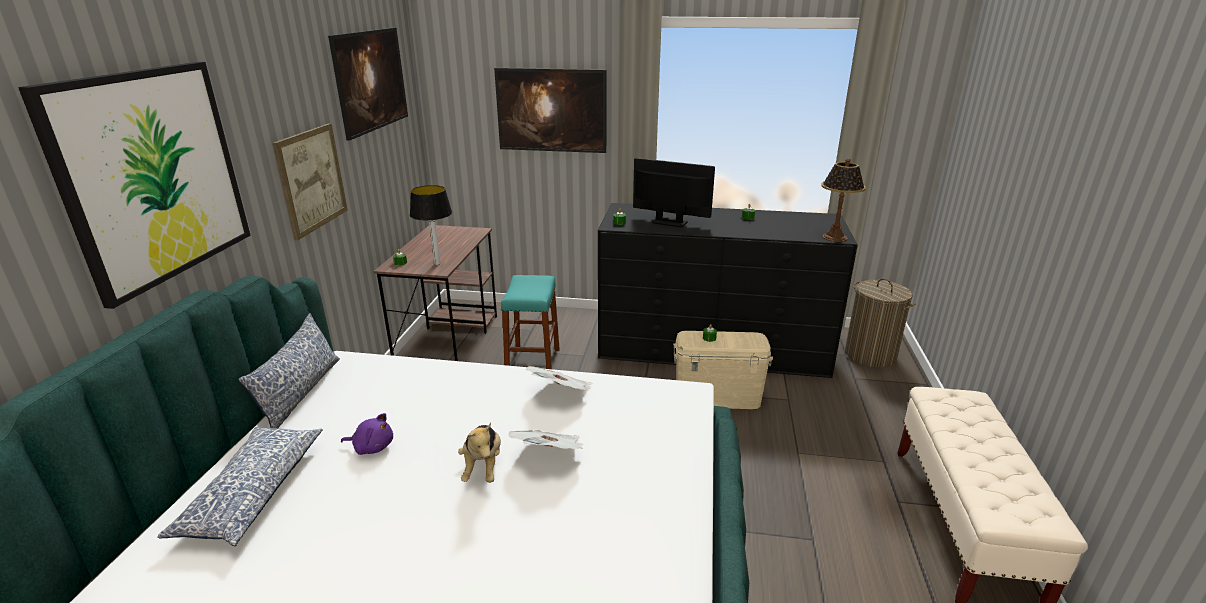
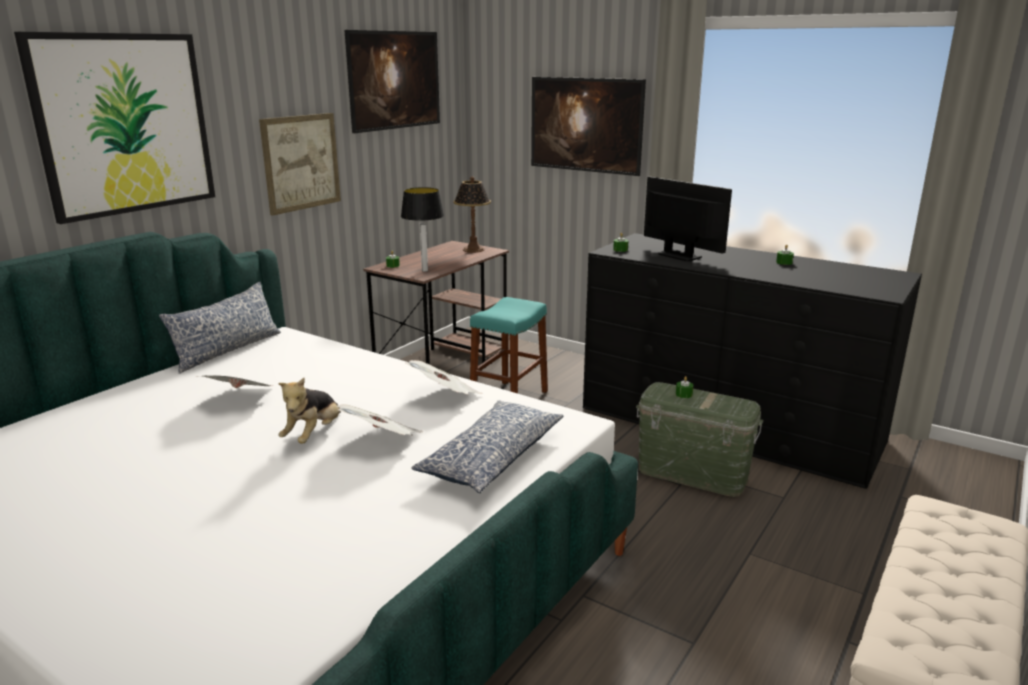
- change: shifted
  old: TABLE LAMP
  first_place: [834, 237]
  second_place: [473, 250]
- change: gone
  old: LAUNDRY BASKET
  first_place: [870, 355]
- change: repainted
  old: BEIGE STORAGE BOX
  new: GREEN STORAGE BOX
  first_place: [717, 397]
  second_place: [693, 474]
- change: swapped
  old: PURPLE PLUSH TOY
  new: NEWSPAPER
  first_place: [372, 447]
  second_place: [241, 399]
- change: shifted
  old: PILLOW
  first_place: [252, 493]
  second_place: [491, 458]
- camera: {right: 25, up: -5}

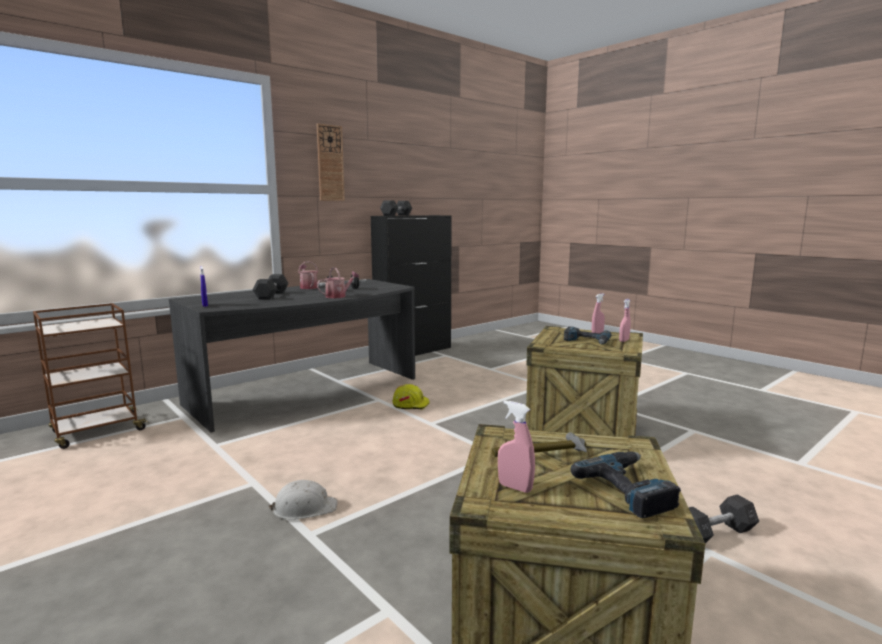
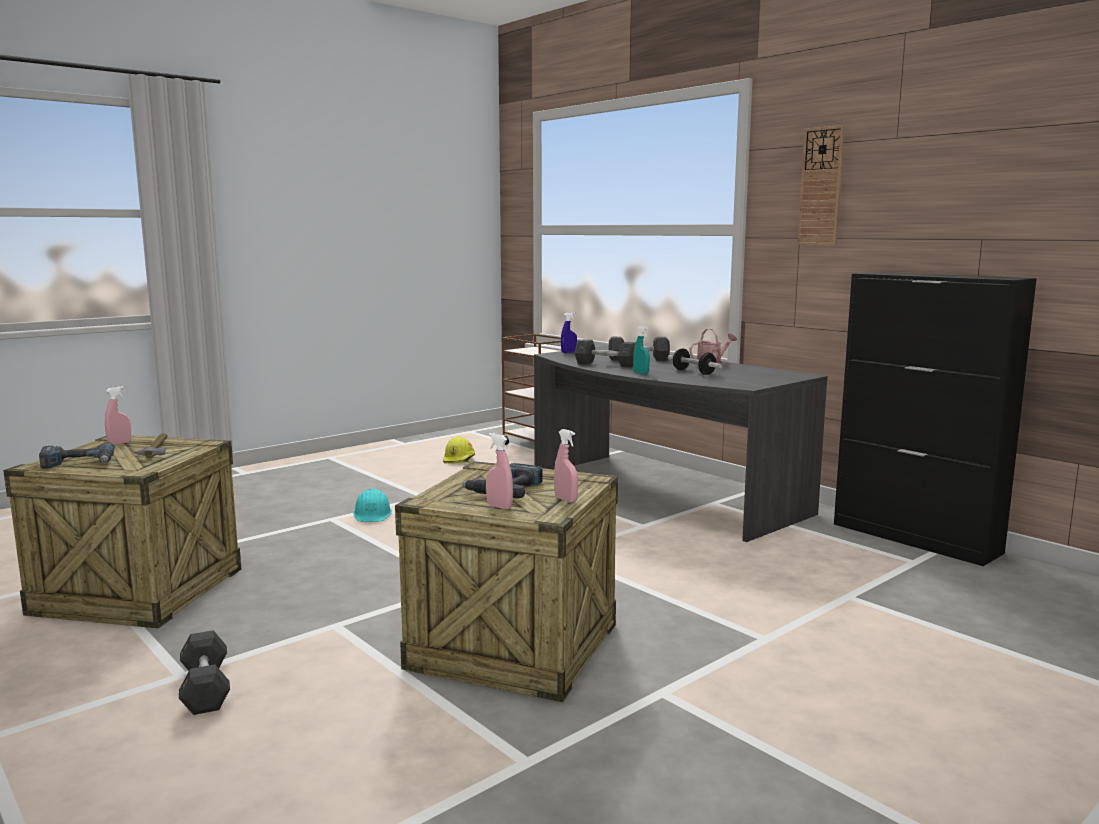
- change: shifted
  old: GREY DUMBBELL
  first_place: [396, 215]
  second_place: [606, 364]
- change: swapped
  old: WATERING CAN
  new: TURQUOISE SPRAY BOTTLE
  first_place: [338, 296]
  second_place: [641, 373]
- change: shifted
  old: YELLOW HARD HAT
  first_place: [411, 404]
  second_place: [459, 459]
- change: repainted
  old: WHITE HARD HAT
  new: TURQUOISE HARD HAT
  first_place: [304, 508]
  second_place: [372, 514]
- camera: {right: 90, up: 0}

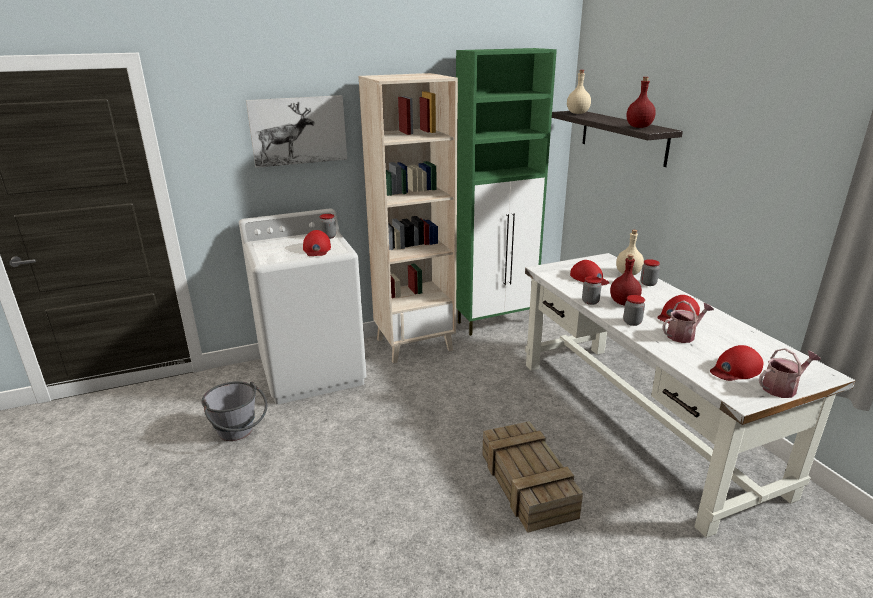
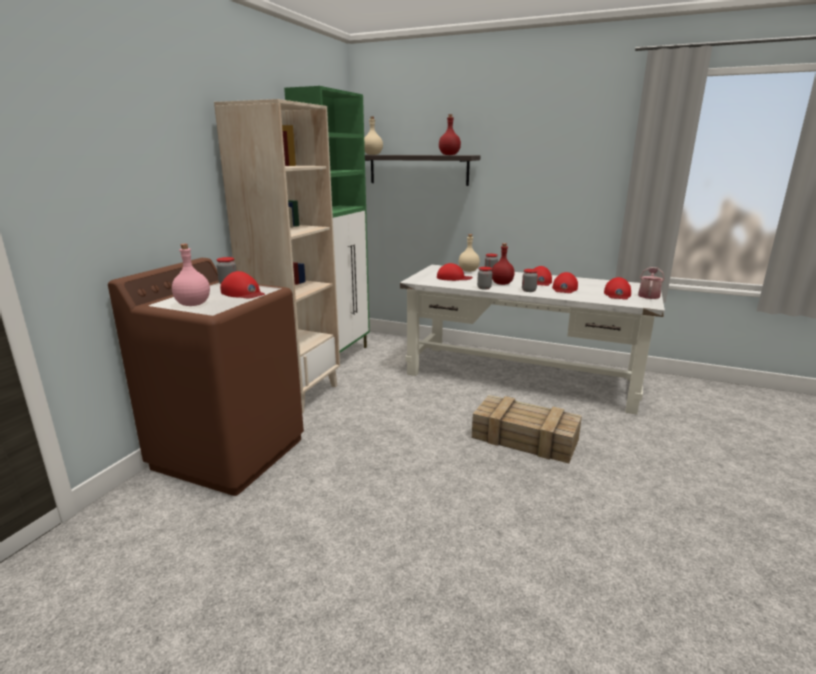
- change: gone
  old: PICTURE
  first_place: [298, 130]
- change: repainted
  old: WHITE WASHING MACHINE
  new: BROWN WASHING MACHINE
  first_place: [313, 371]
  second_place: [230, 452]
- change: swapped
  old: WATERING CAN
  new: RED CAP
  first_place: [683, 335]
  second_place: [564, 289]
- change: gone
  old: GREY BUCKET
  first_place: [239, 434]
- change: new
  new: PINK BOTTLE
  second_place: [193, 304]
- camera: {right: -45, up: -5}

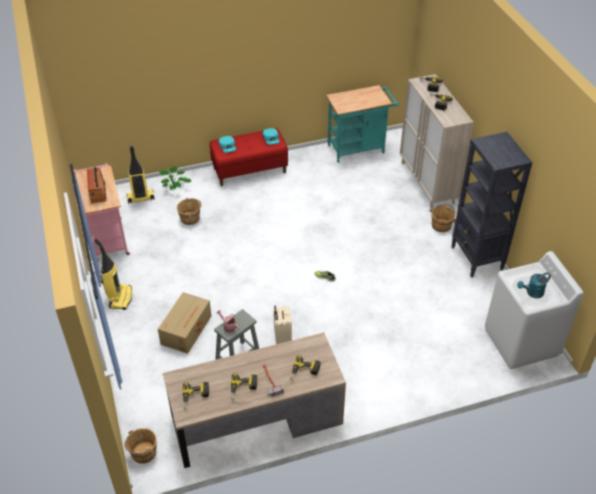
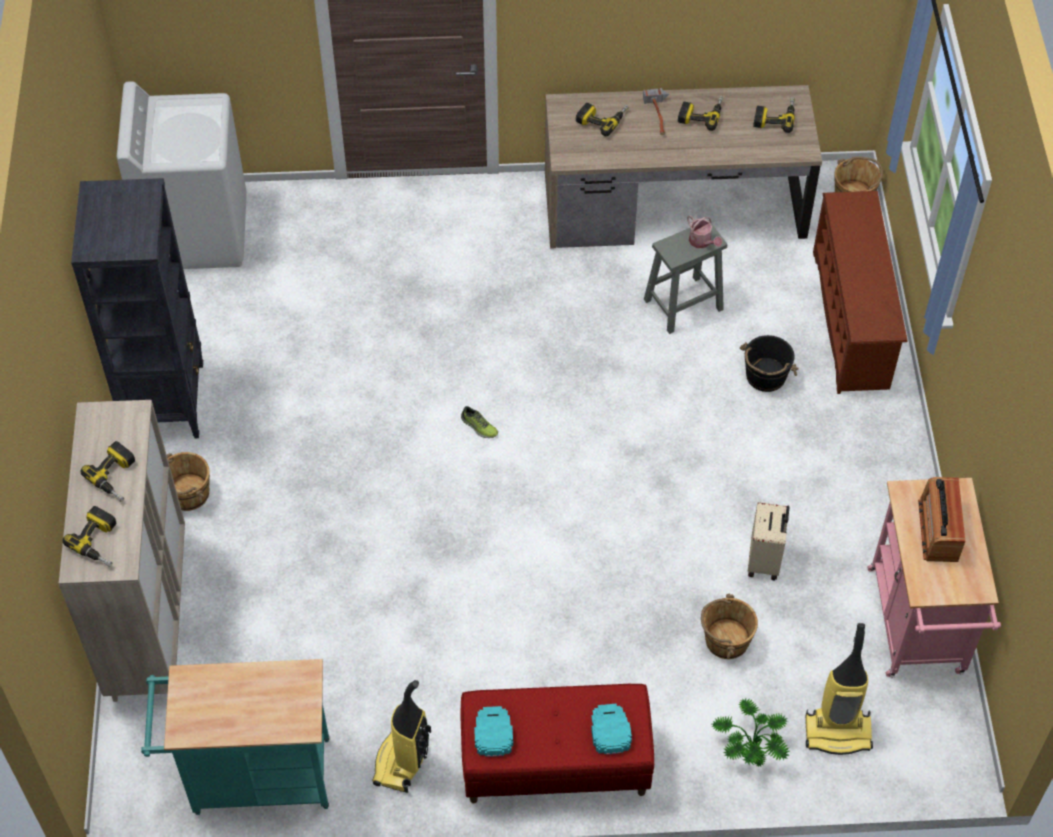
- change: shifted
  old: VACUUM CLEANER
  first_place: [120, 298]
  second_place: [402, 761]
- change: gone
  old: TURQUOISE WATERING CAN
  first_place: [532, 293]
- change: swapped
  old: CARDBOARD BOX
  new: BLACK BUCKET
  first_place: [187, 329]
  second_place: [765, 376]
- change: shifted
  old: BEIGE SUITCASE
  first_place: [282, 338]
  second_place: [765, 561]
- change: new
  new: BROWN SHOE RACK
  second_place: [852, 320]
- camera: {right: -165, up: 10}

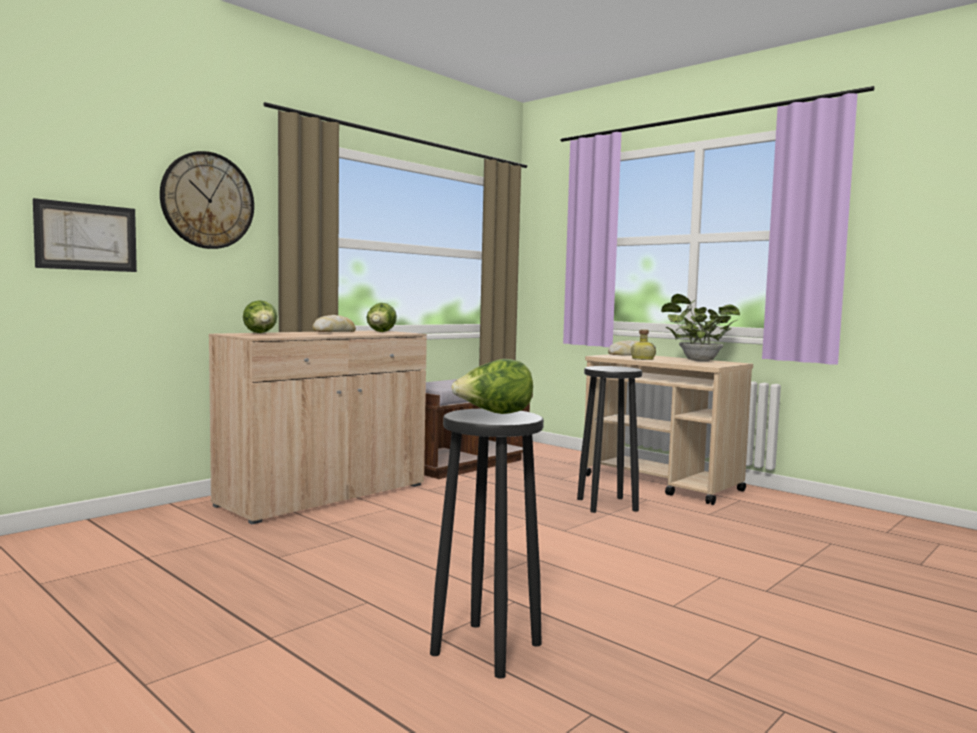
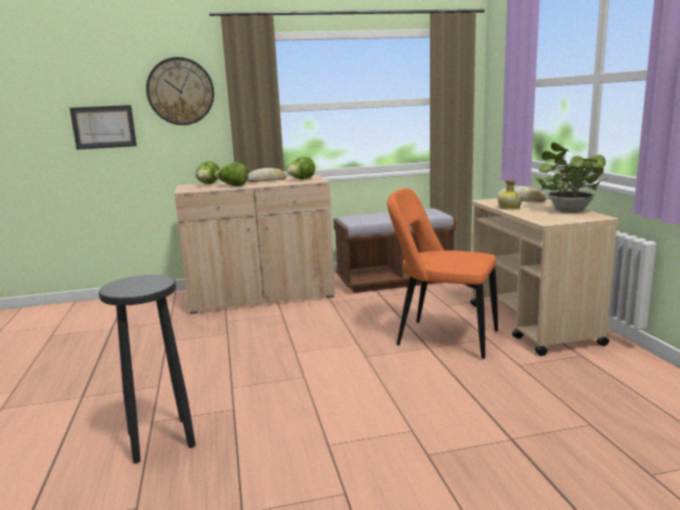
- change: shifted
  old: LETTUCE
  first_place: [494, 414]
  second_place: [233, 186]
- change: swapped
  old: BLACK STOOL
  new: ORANGE CHAIR
  first_place: [606, 504]
  second_place: [442, 338]
- camera: {right: 35, up: 10}

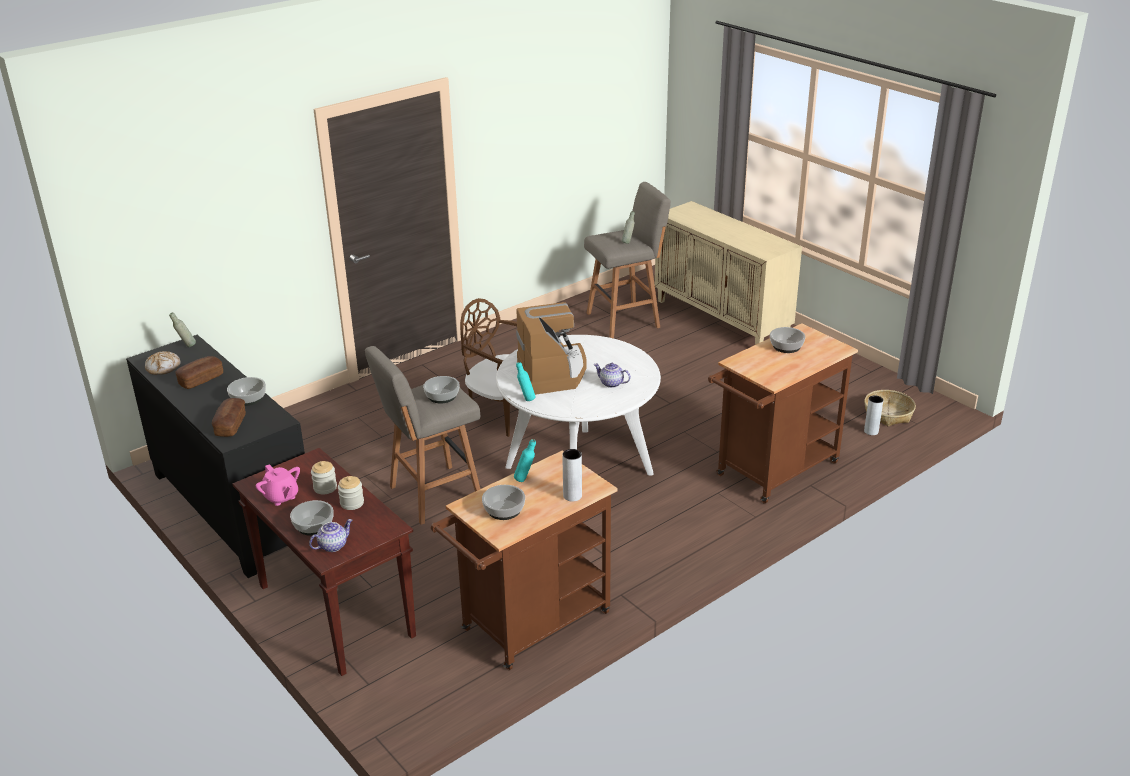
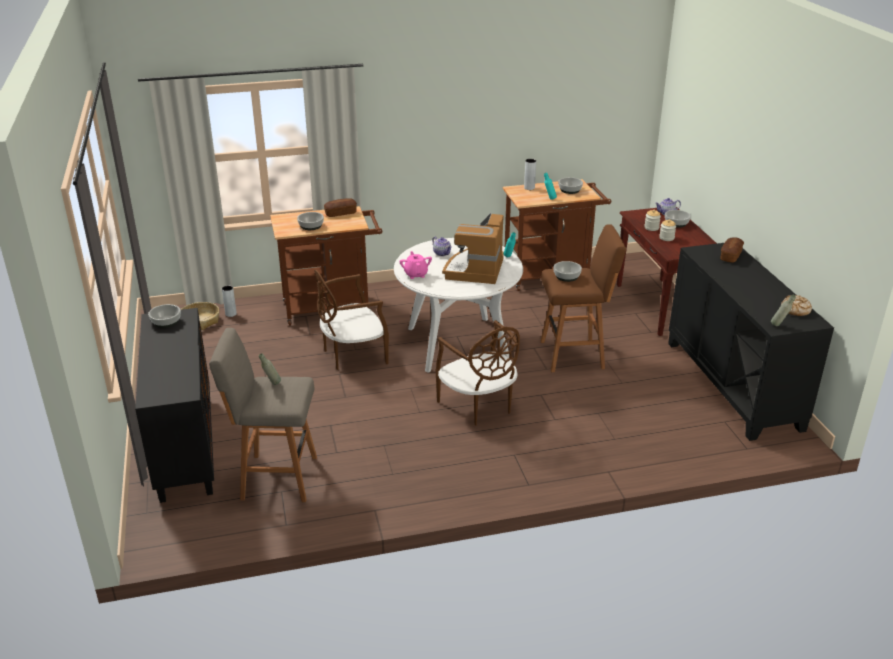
- change: repainted
  old: BEIGE CABINET
  new: BLACK CABINET
  first_place: [722, 319]
  second_place: [185, 446]
- change: repainted
  old: GREY STOOL
  new: BROWN STOOL
  first_place: [432, 495]
  second_place: [574, 354]
- change: shifted
  old: BREAD
  first_place: [201, 379]
  second_place: [340, 213]
- change: shifted
  old: BOWL
  first_place: [248, 398]
  second_place: [166, 322]
- change: shifted
  old: PINK TEAPOT
  first_place: [281, 497]
  second_place: [416, 274]
- change: new
  new: BROWN CHAIR
  second_place: [352, 354]
- camera: {right: -155, up: 0}

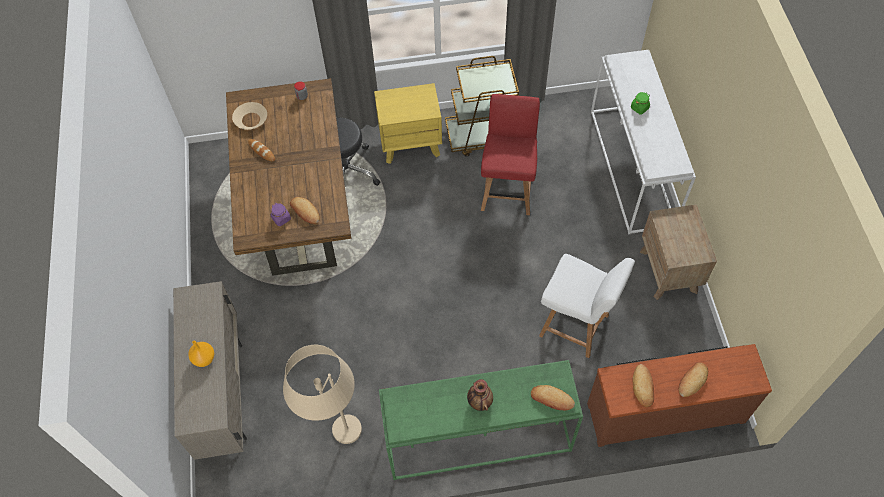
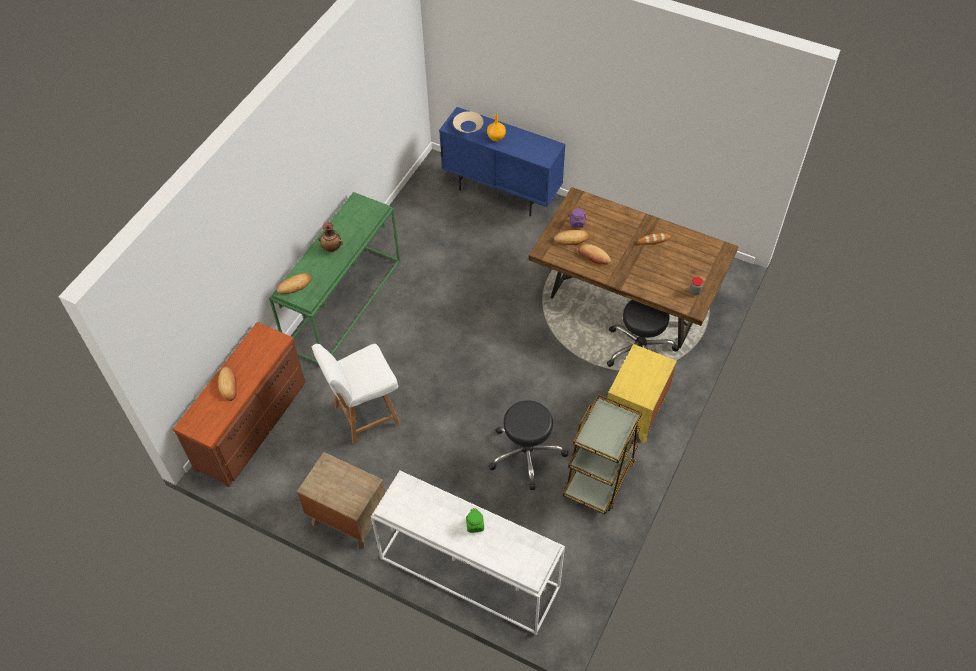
- change: swapped
  old: RED CHAIR
  new: BLACK STOOL
  first_place: [507, 191]
  second_place: [526, 453]
- change: shifted
  old: BEIGE BOWL
  first_place: [251, 119]
  second_place: [468, 126]
- change: repainted
  old: BEIGE CABINET
  new: BLUE CABINET
  first_place: [223, 394]
  second_place: [502, 192]
- change: gone
  old: BEIGE FLOOR LAMP
  first_place: [340, 444]
- change: shifted
  old: BREAD
  first_place: [643, 387]
  second_place: [593, 256]
- camera: {right: 125, up: -5}

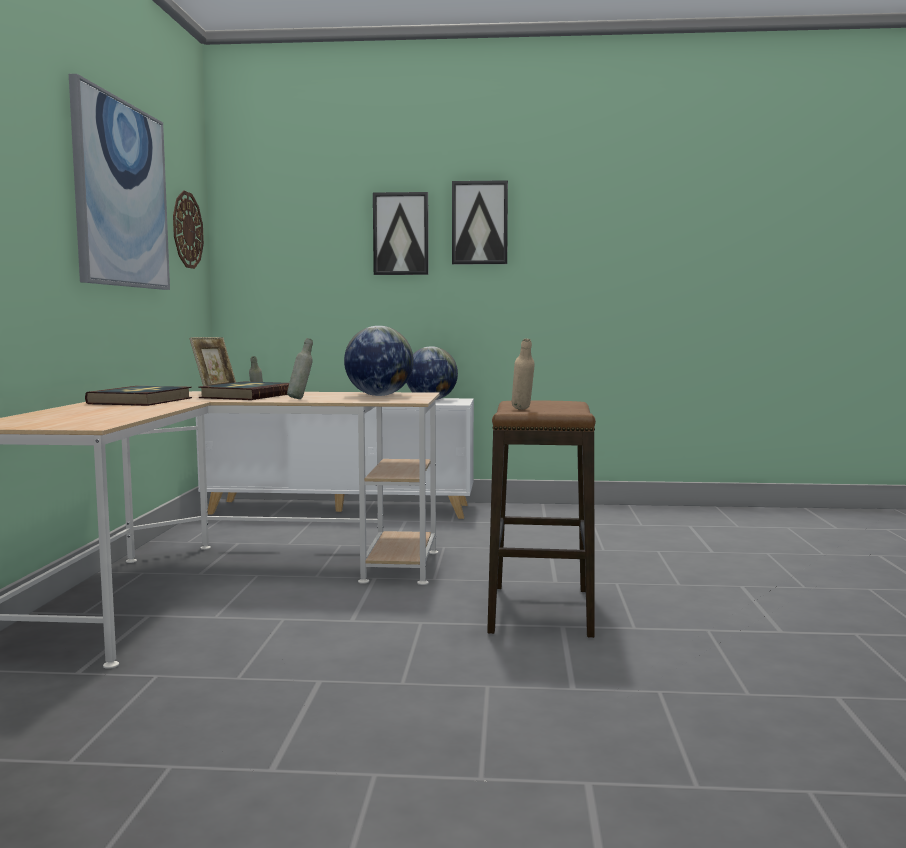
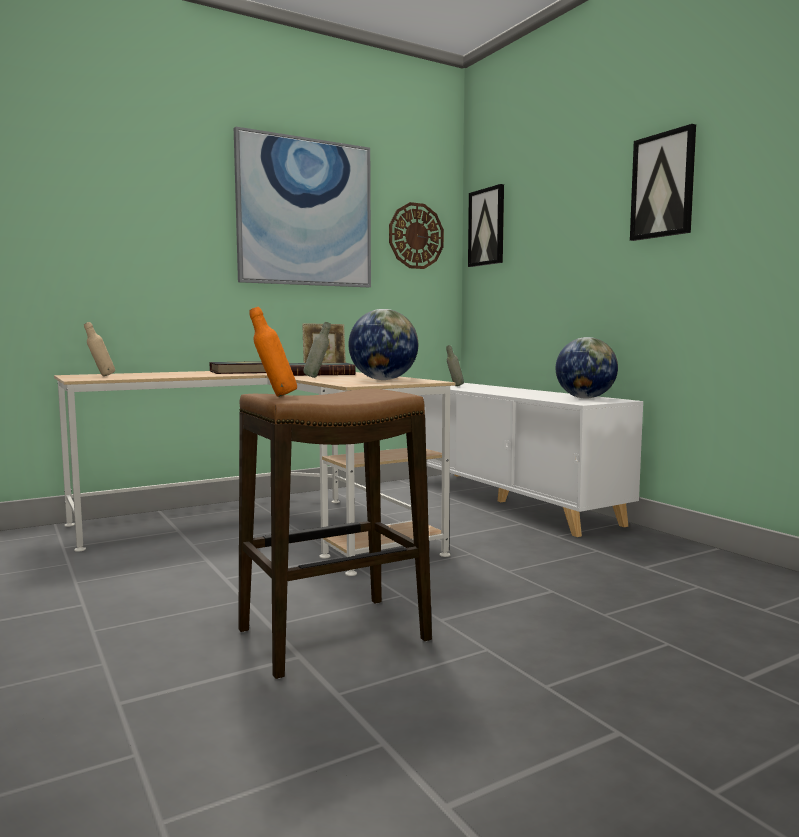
- change: shifted
  old: PICTURE
  first_place: [401, 234]
  second_place: [487, 227]
- change: shifted
  old: BEIGE BOTTLE
  first_place: [522, 410]
  second_place: [101, 376]
- change: new
  new: ORANGE BOTTLE
  second_place: [274, 396]
- camera: {right: 55, up: 0}

